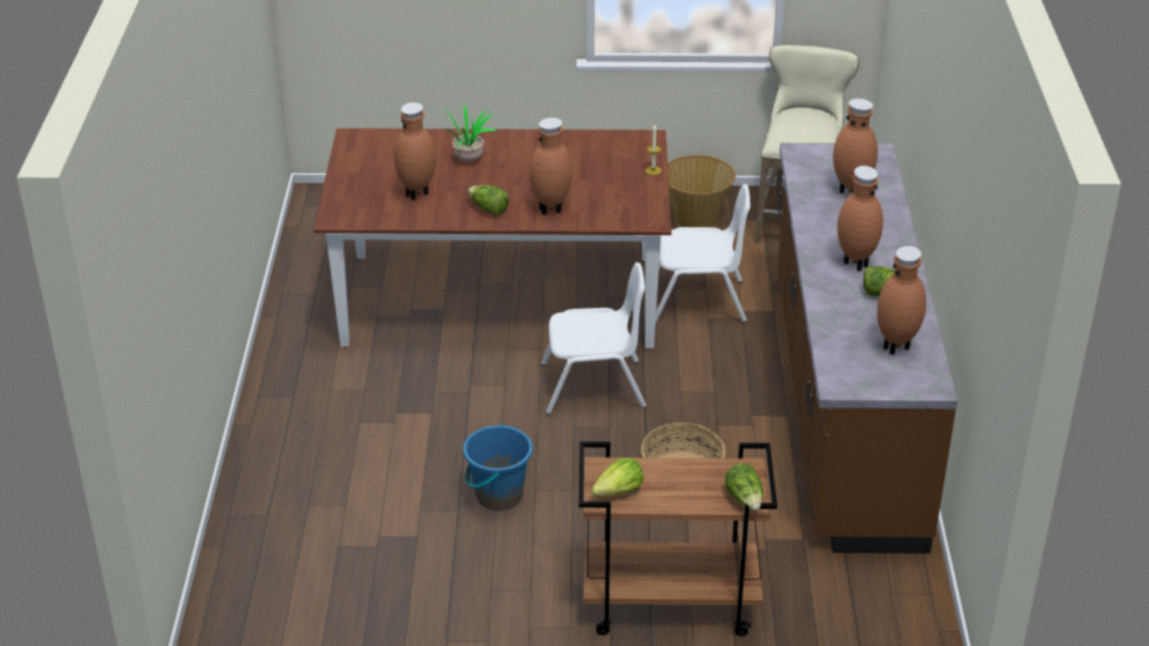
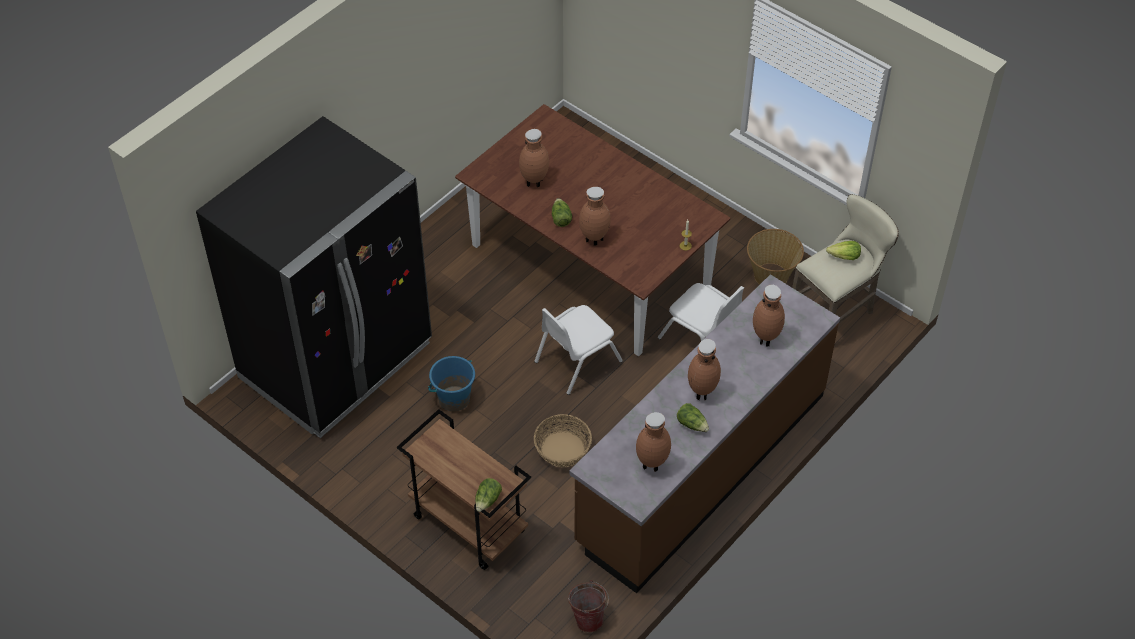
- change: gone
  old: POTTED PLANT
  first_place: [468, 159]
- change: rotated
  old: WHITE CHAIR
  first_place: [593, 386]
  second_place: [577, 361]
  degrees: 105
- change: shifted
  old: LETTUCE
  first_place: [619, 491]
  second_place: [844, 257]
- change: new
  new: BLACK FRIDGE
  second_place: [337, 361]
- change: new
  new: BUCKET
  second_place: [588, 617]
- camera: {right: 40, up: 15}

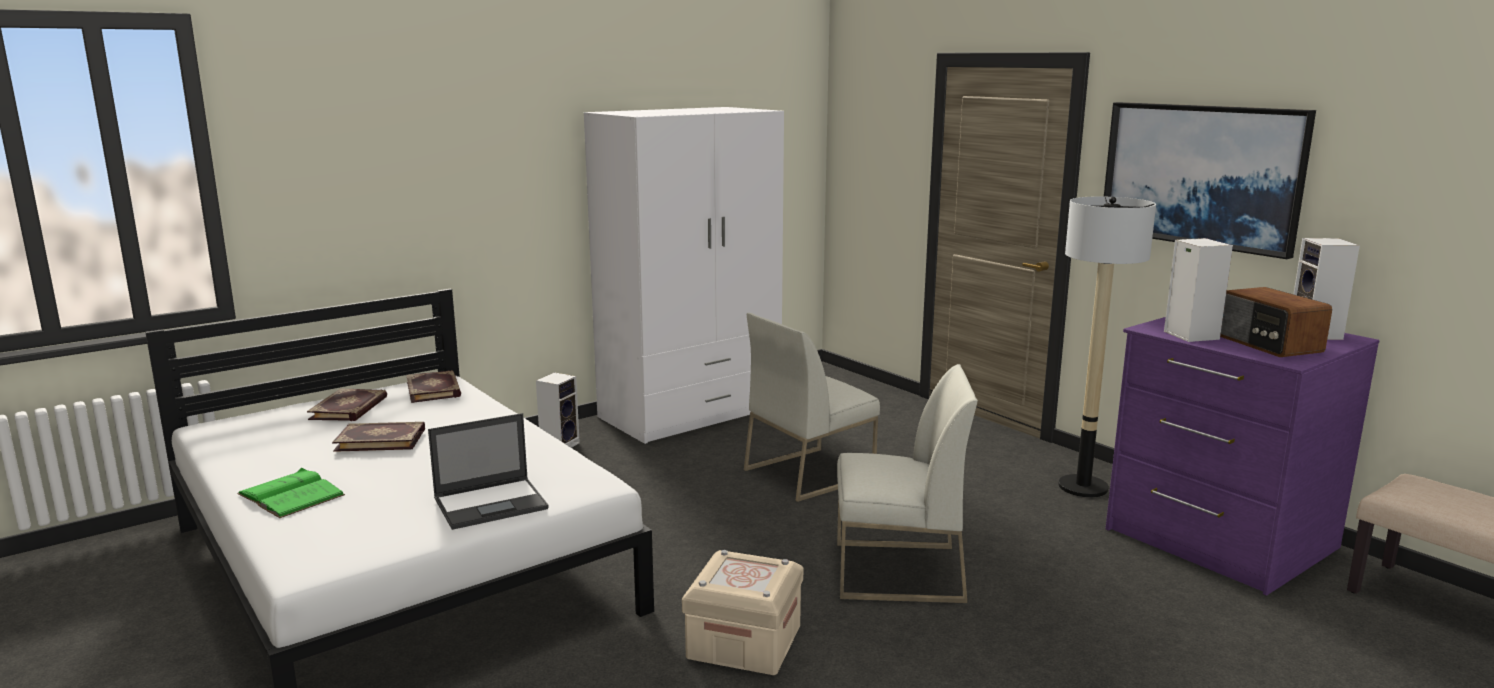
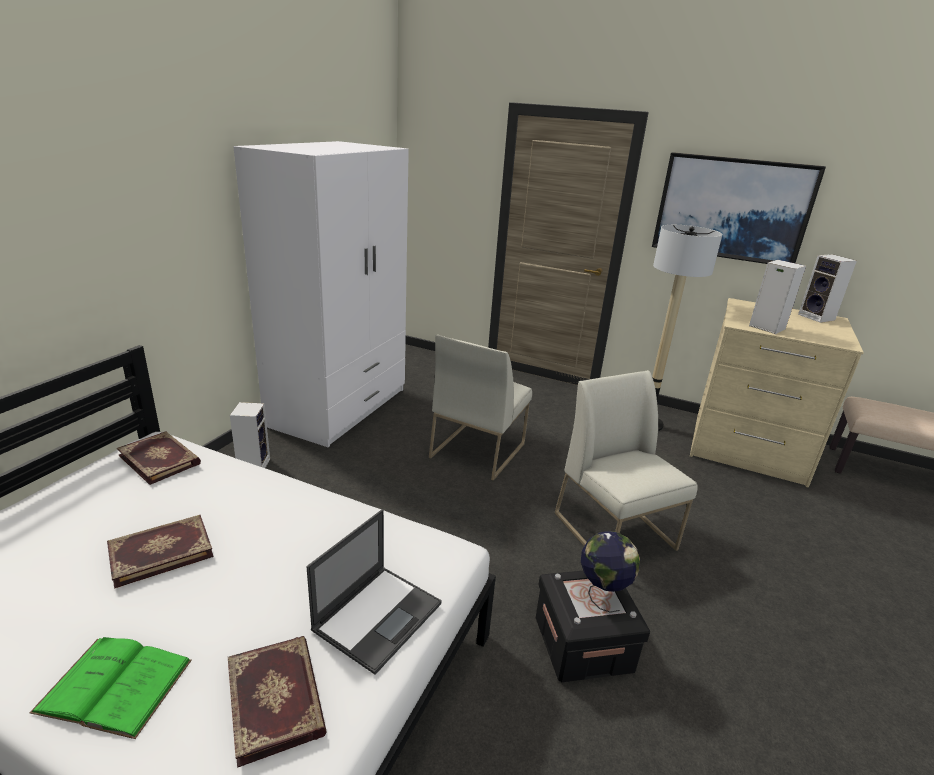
- change: gone
  old: RADIO
  first_place: [1267, 344]
- change: repainted
  old: PURPLE DRESSER
  new: BEIGE DRESSER
  first_place: [1218, 539]
  second_place: [747, 449]
- change: rotated
  old: WHITE CHAIR
  first_place: [897, 572]
  second_place: [615, 531]
  degrees: -90
- change: shifted
  old: BOOK
  first_place: [350, 408]
  second_place: [277, 698]
- change: repainted
  old: BEIGE STORAGE BOX
  new: BLACK STORAGE BOX
  first_place: [744, 642]
  second_place: [583, 644]
- change: new
  new: GLOBE
  second_place: [602, 593]
- camera: {right: -30, up: 10}

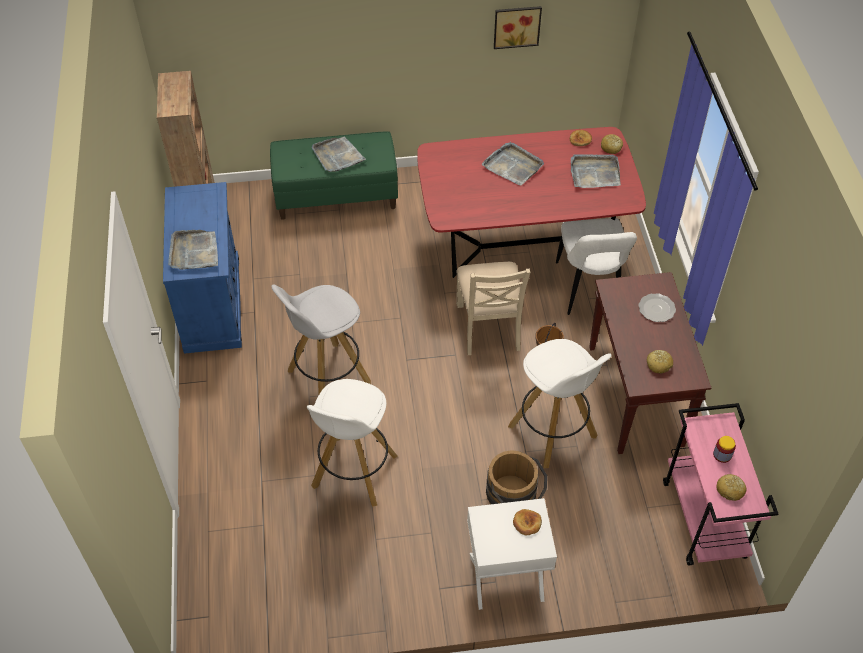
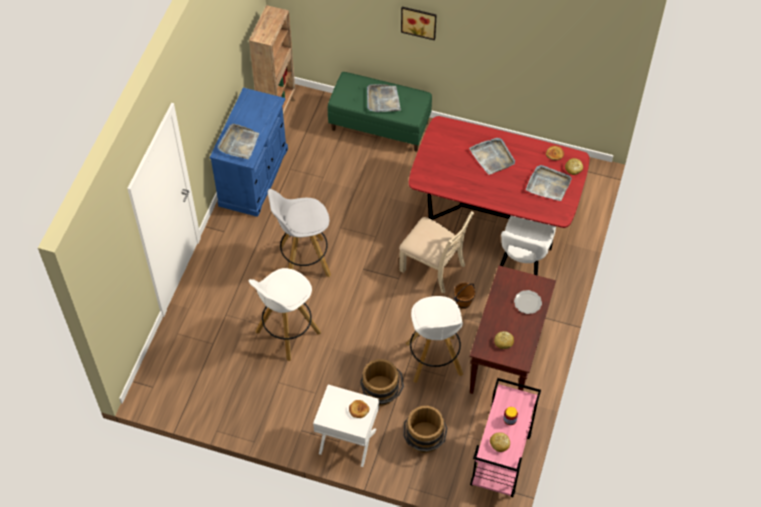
- change: shifted
  old: PICTURE
  first_place: [516, 25]
  second_place: [419, 21]
- change: rotated
  old: BEIGE CHAIR
  first_place: [489, 327]
  second_place: [433, 267]
  degrees: -75
- change: new
  new: BROWN BUCKET
  second_place: [424, 441]
- camera: {right: 25, up: 5}

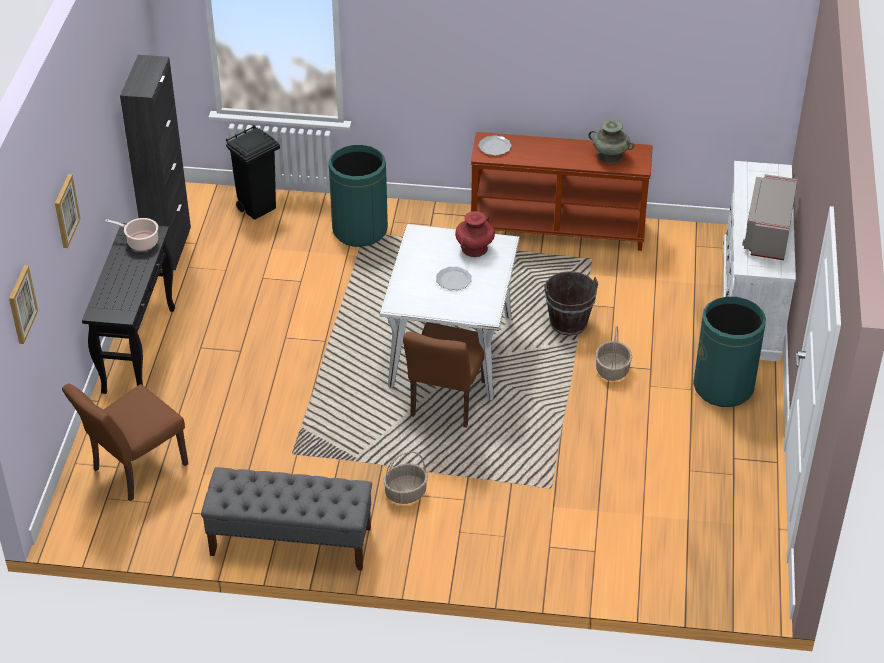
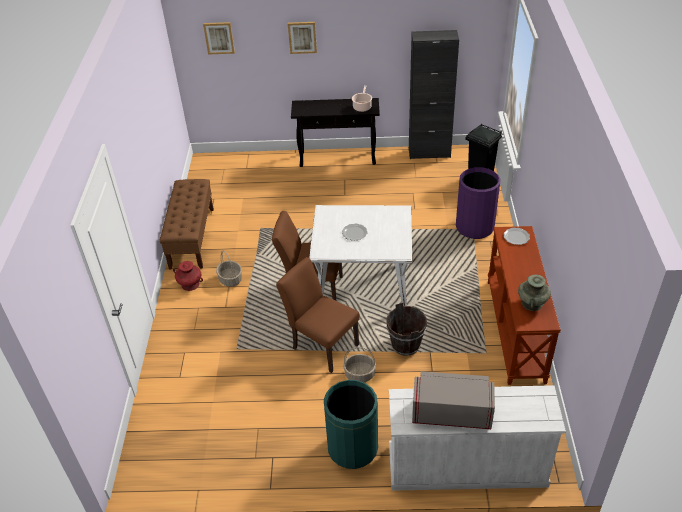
- change: repainted
  old: GREEN TRASH CAN
  new: PURPLE TRASH CAN
  first_place: [360, 230]
  second_place: [474, 227]
- change: shifted
  old: RED VASE
  first_place: [474, 249]
  second_place: [190, 284]
- change: shifted
  old: BROWN CHAIR
  first_place: [134, 470]
  second_place: [321, 344]
- change: repainted
  old: GREY BENCH
  new: BROWN BENCH
  first_place: [290, 541]
  second_place: [192, 238]
- camera: {right: 85, up: 0}

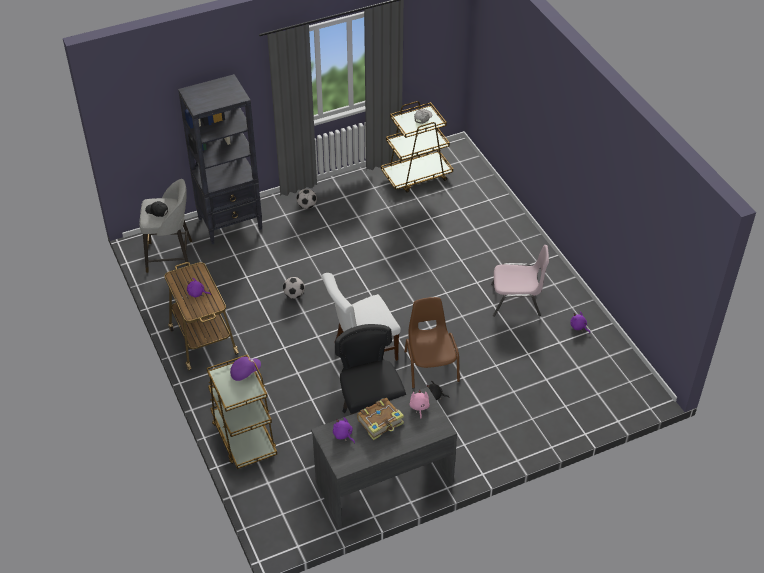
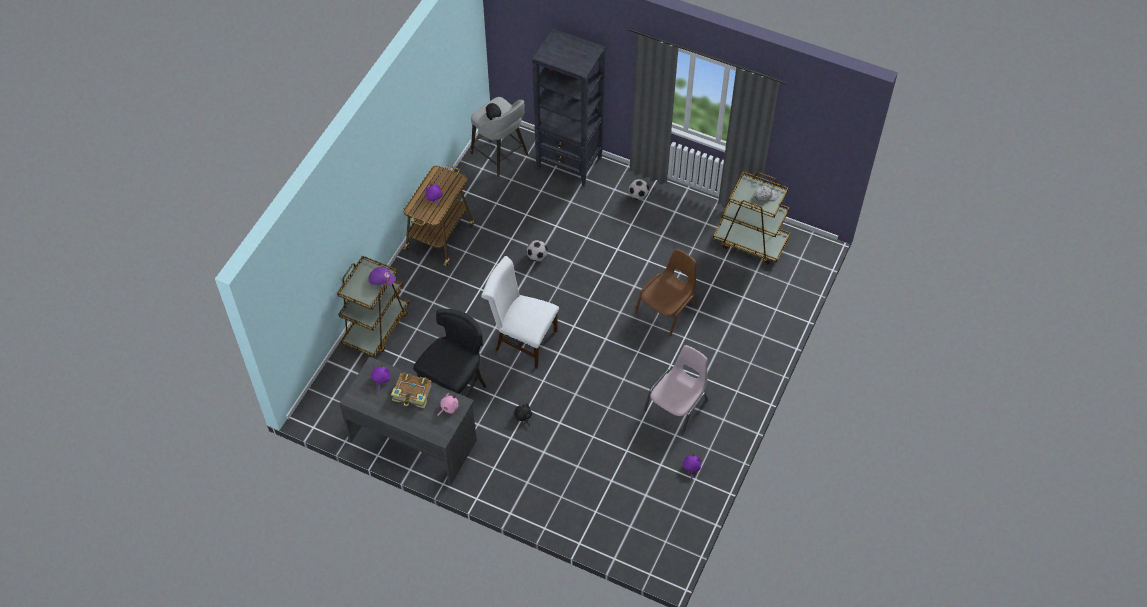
- change: rotated
  old: PINK CHAIR
  first_place: [516, 300]
  second_place: [677, 405]
  degrees: -105
- change: shifted
  old: BROWN CHAIR
  first_place: [430, 365]
  second_place: [667, 309]
- camera: {right: 50, up: 10}

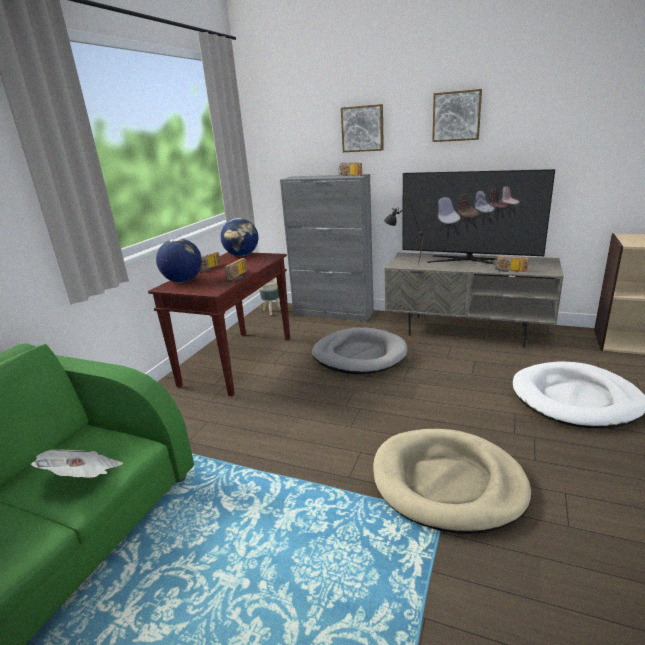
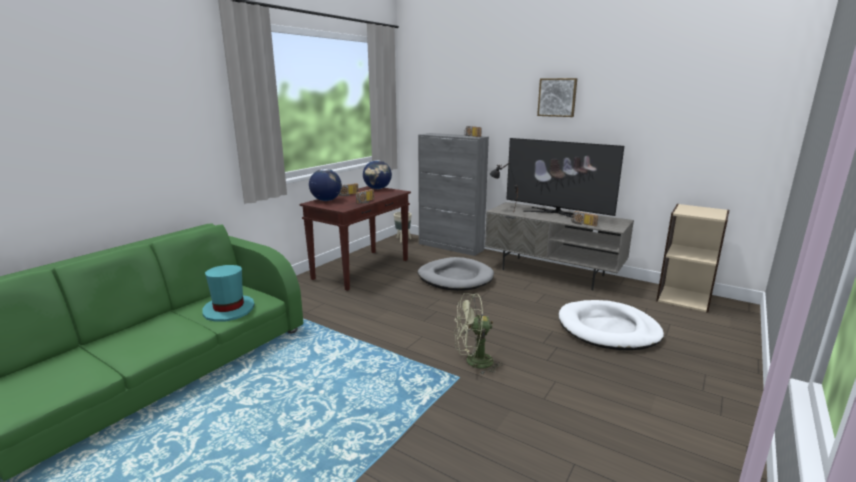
- change: gone
  old: PICTURE
  first_place: [362, 128]
- change: swapped
  old: BEIGE DOG BED
  new: GREEN FAN
  first_place: [447, 483]
  second_place: [473, 362]
- change: swapped
  old: NEWSPAPER
  new: TURQUOISE HAT
  first_place: [84, 477]
  second_place: [229, 309]
- camera: {right: 10, up: -5}

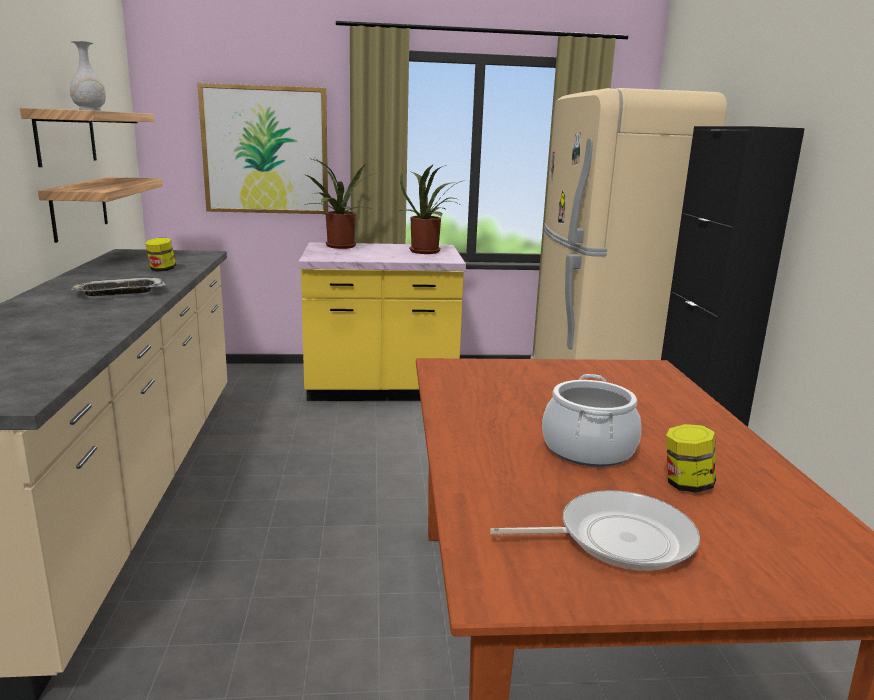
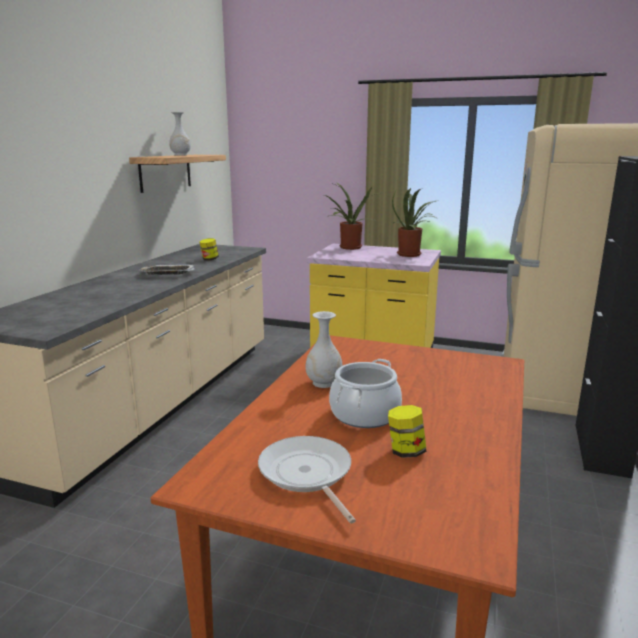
- change: gone
  old: PICTURE
  first_place: [265, 150]
- change: gone
  old: SHELF
  first_place: [79, 207]
- change: rotated
  old: FRYING PAN
  first_place: [617, 539]
  second_place: [307, 474]
  degrees: -135
- change: new
  new: WHITE VASE
  second_place: [324, 383]
- camera: {right: 25, up: 0}

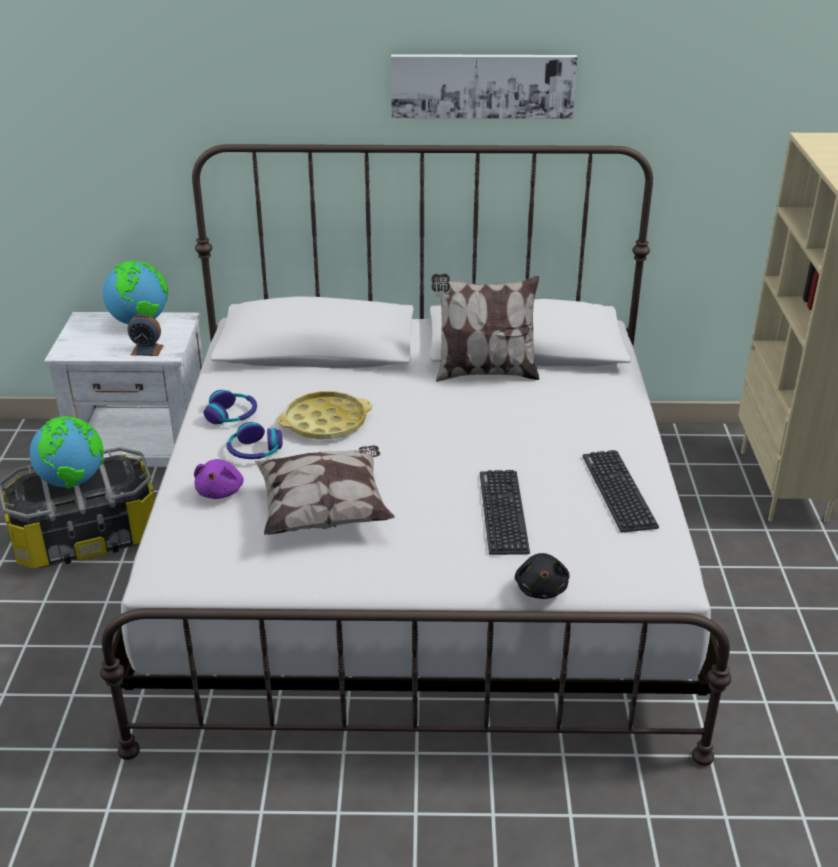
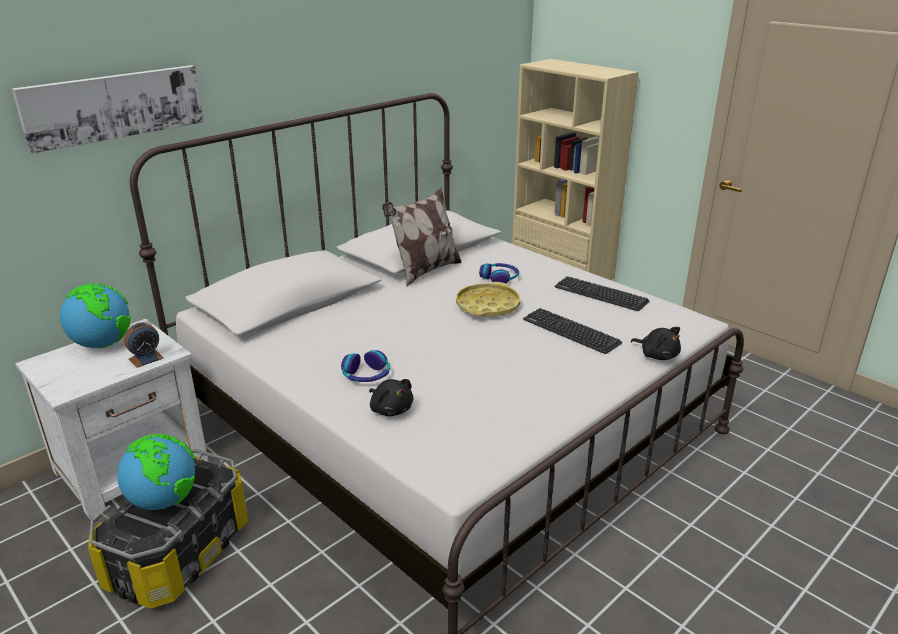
- change: shifted
  old: PICTURE
  first_place: [482, 85]
  second_place: [114, 106]
- change: shifted
  old: HEADPHONES
  first_place: [232, 415]
  second_place: [499, 278]
- change: shifted
  old: YELLOW TRAY
  first_place: [325, 422]
  second_place: [487, 306]
- change: gone
  old: PILLOW
  first_place: [325, 511]
- change: repainted
  old: PURPLE PLUSH TOY
  new: BLACK PLUSH TOY
  first_place: [220, 491]
  second_place: [390, 409]
- camera: {right: -45, up: -5}

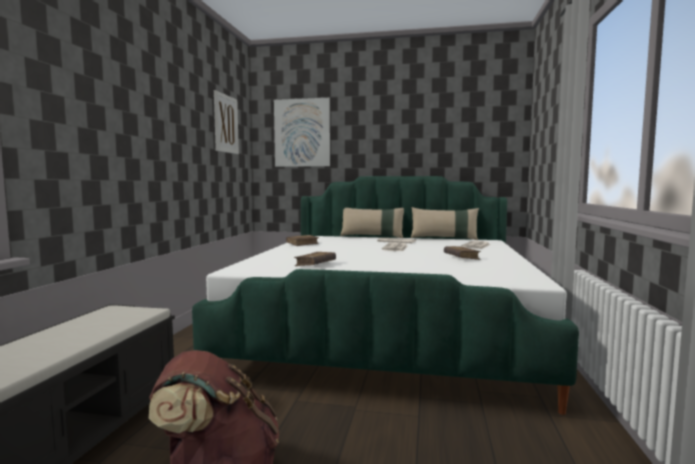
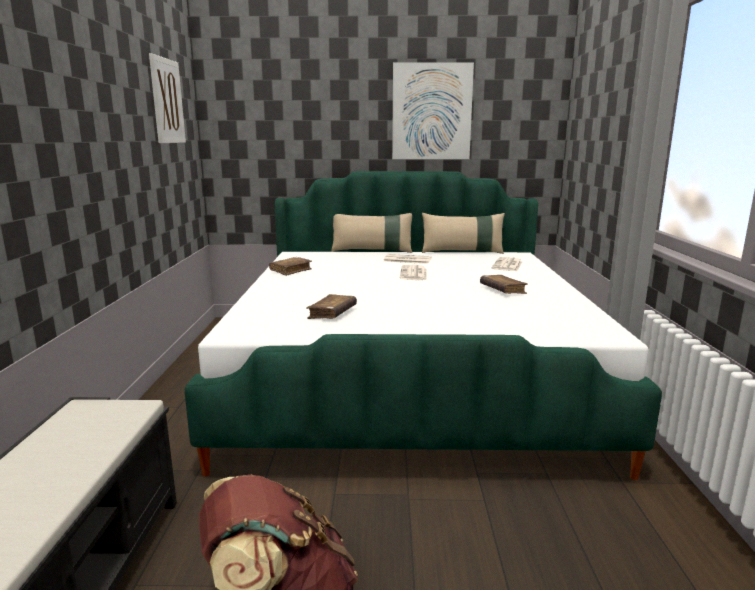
- change: shifted
  old: PICTURE
  first_place: [302, 133]
  second_place: [431, 112]
- camera: {right: -10, up: 10}

